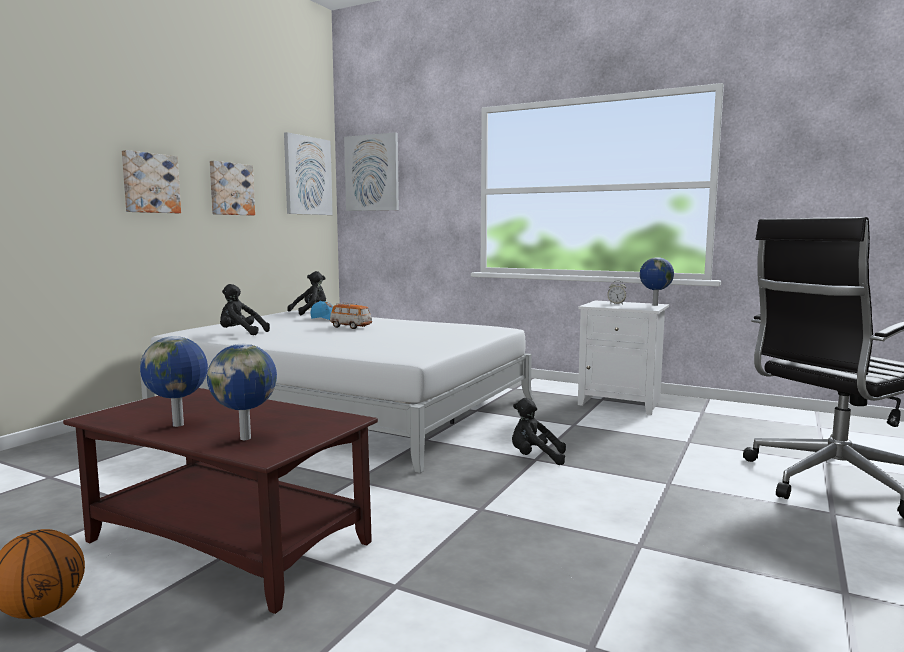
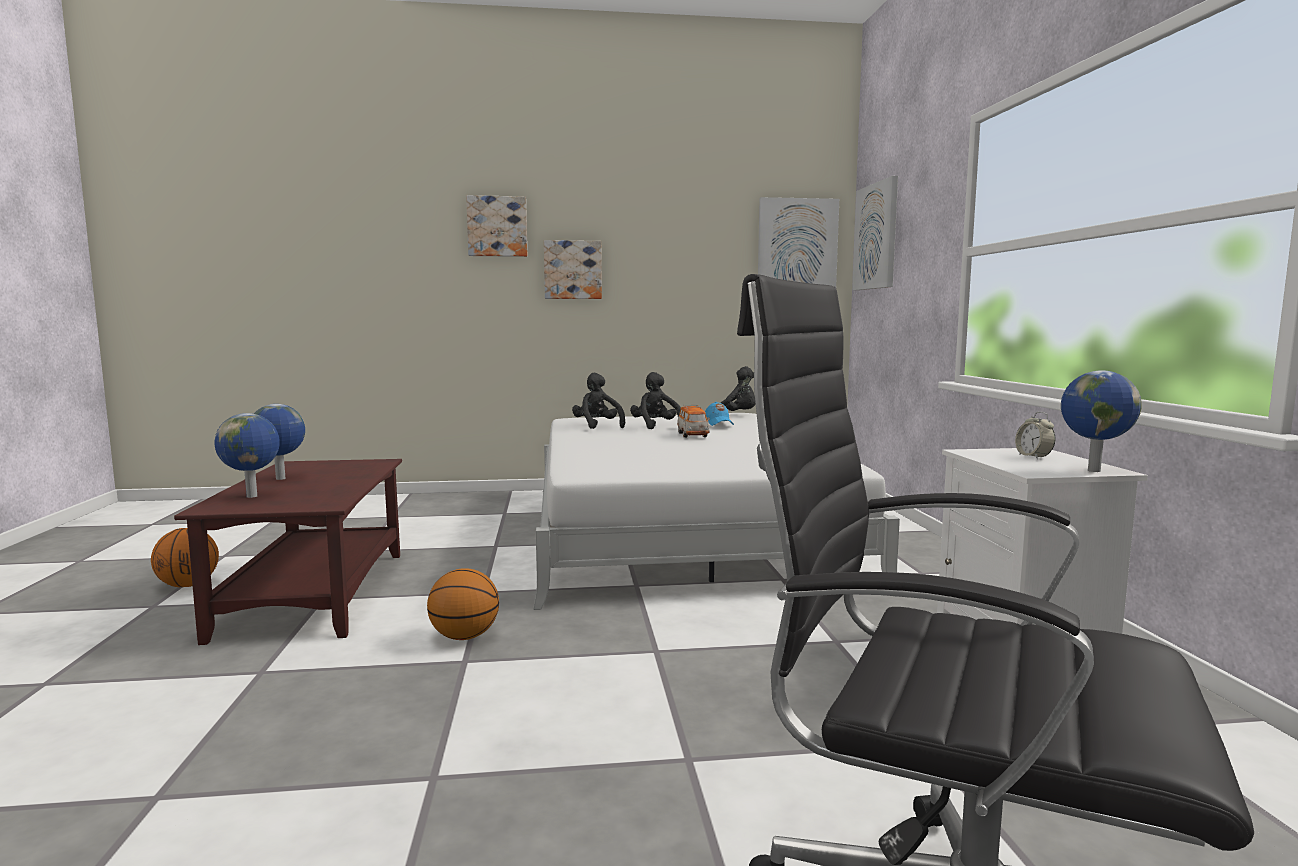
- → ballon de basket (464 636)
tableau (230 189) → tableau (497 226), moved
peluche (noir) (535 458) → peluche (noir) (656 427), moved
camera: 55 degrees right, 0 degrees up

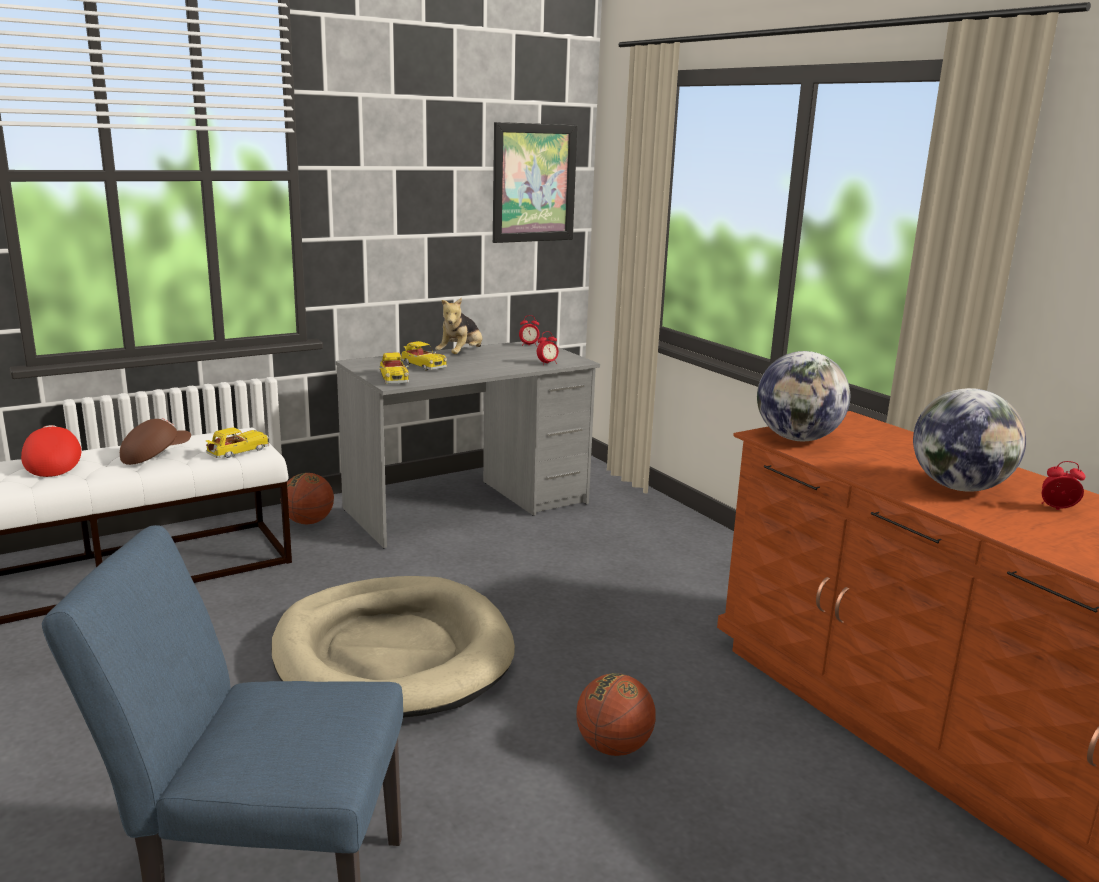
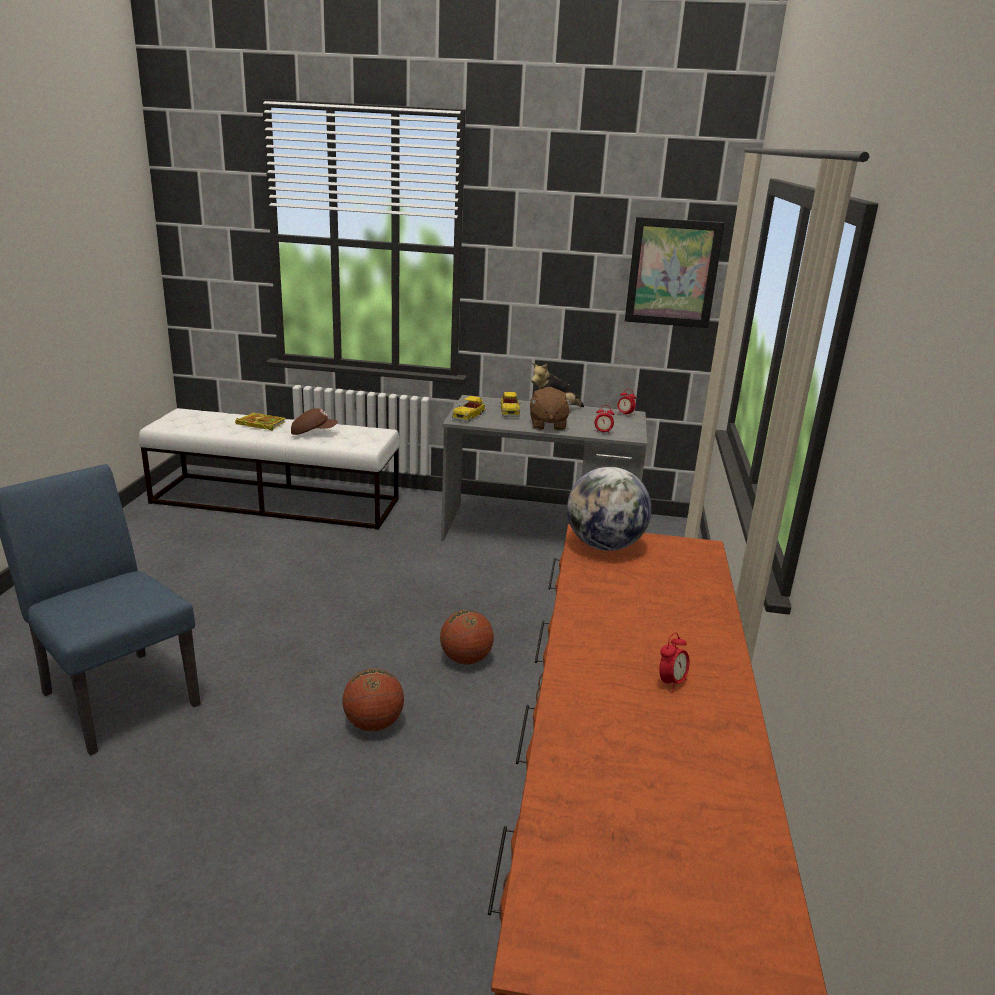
petite voiture (237 451) → -
panier pour chien (beige) (392 654) → -
globe (959 487) → -
- → peluche (marron) (547 425)
ballon de basket (308 522) → ballon de basket (466 659), moved
casquette (rouge) (53 465) → livre (260 424)
réveil (1057 509) → réveil (671 682), 75 degrees clockwise
camera: 40 degrees right, 5 degrees up

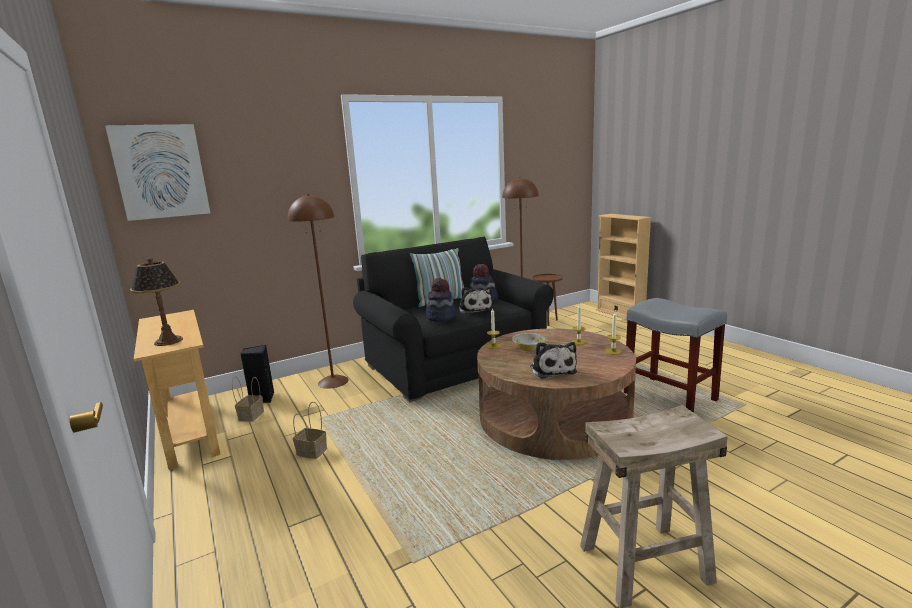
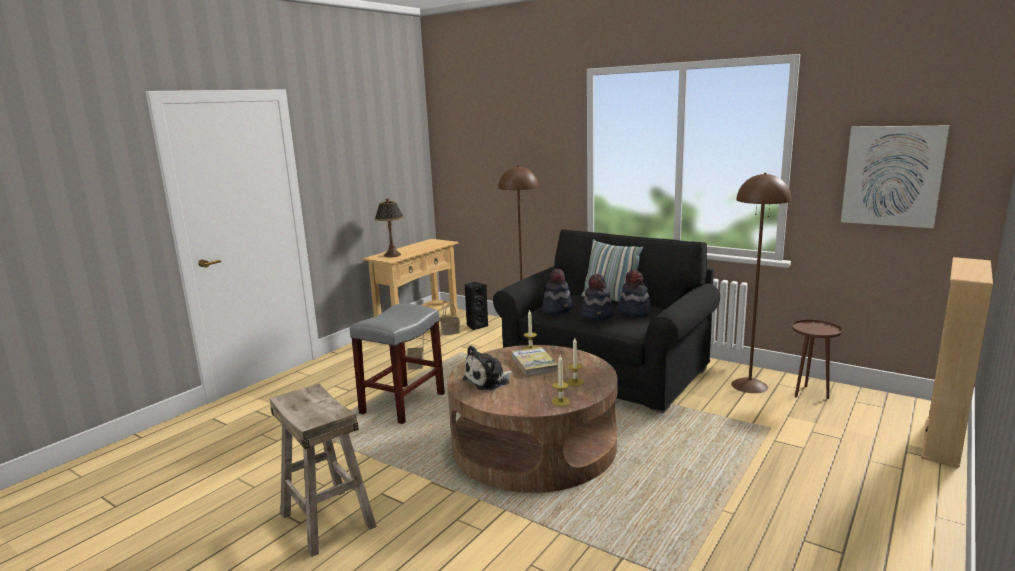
tableau (160 172) → tableau (892 176), moved
tabouret (gris) (670 397) → tabouret (gris) (403 404), moved
peluche (475 309) → chapeau (597 316)
bol (529 349) → livre (534 364)
camera: 65 degrees right, 0 degrees up

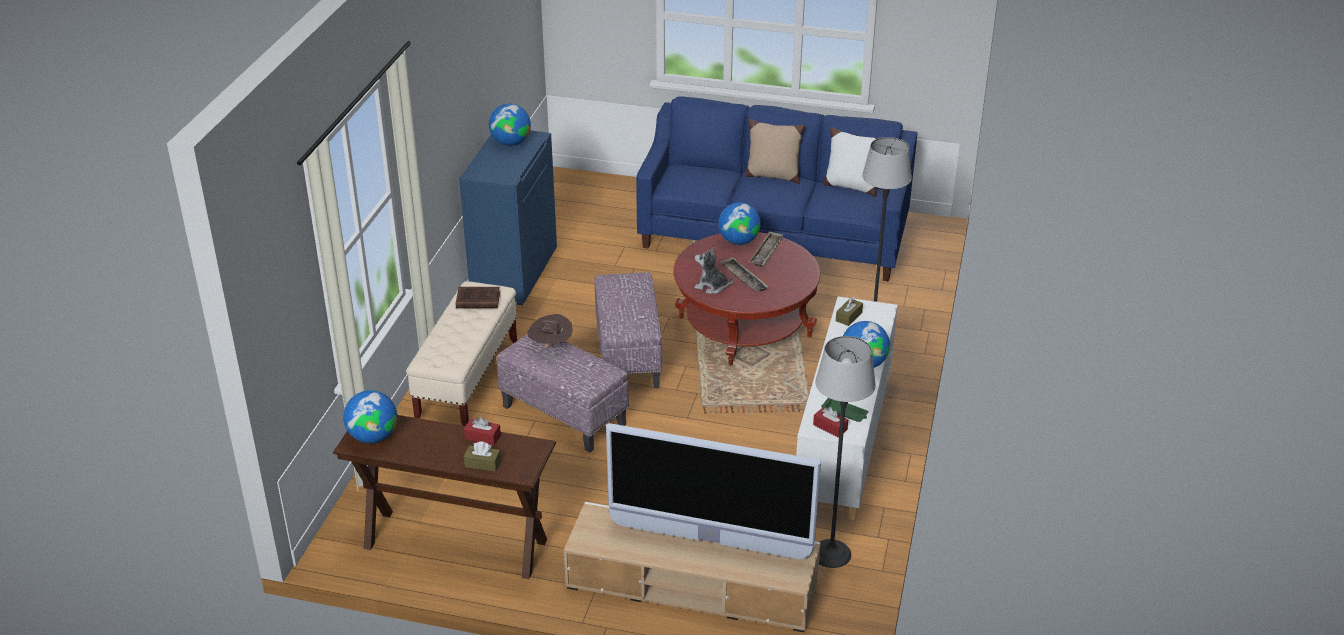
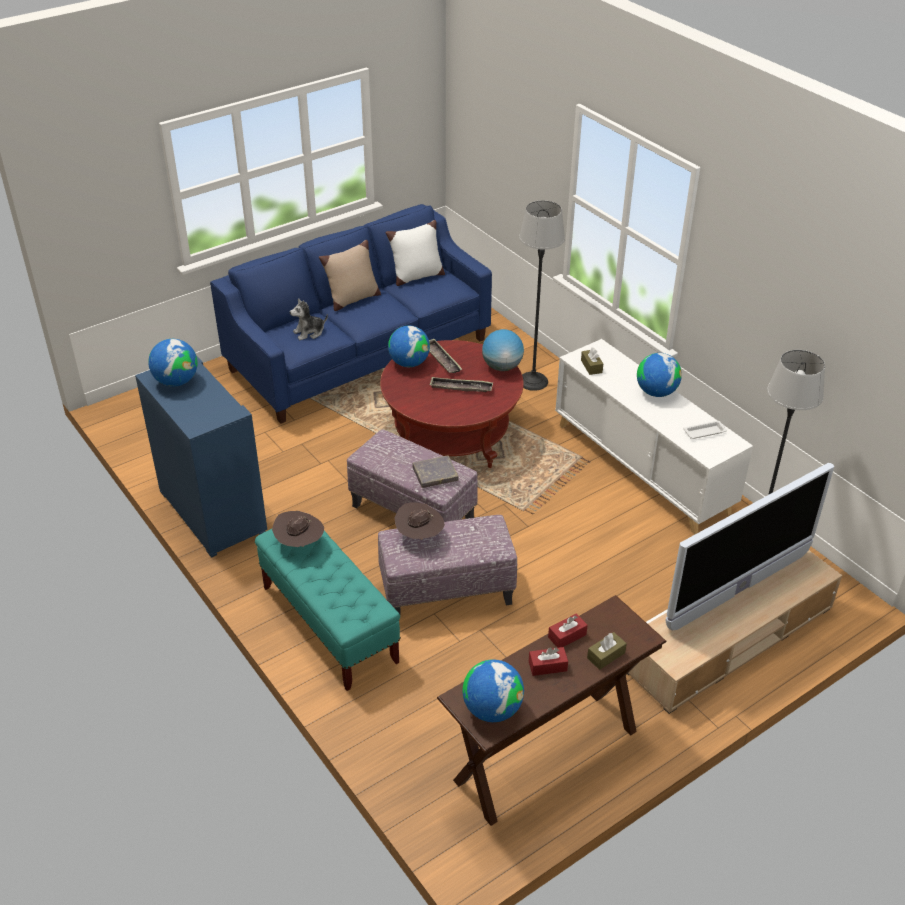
- → livre (gris) (435 474)
- → globe (502 367)
peluche (711 287) → peluche (309 332), moved
boîte à mouchoirs (rouge) (830 427) → boîte à mouchoirs (rouge) (547 666), moved
livre (marron) (476 300) → chapeau (marron) (299 543)
banc (beige) (467 380) → banc (turquoise) (329 624)
plateau (vert) (845 412) → plateau (blanc) (705 432)
camera: 50 degrees left, 5 degrees up

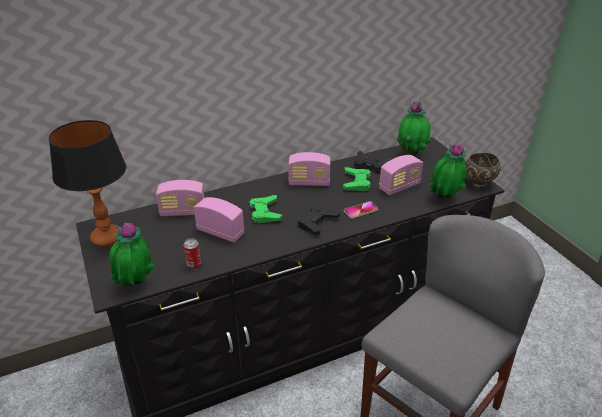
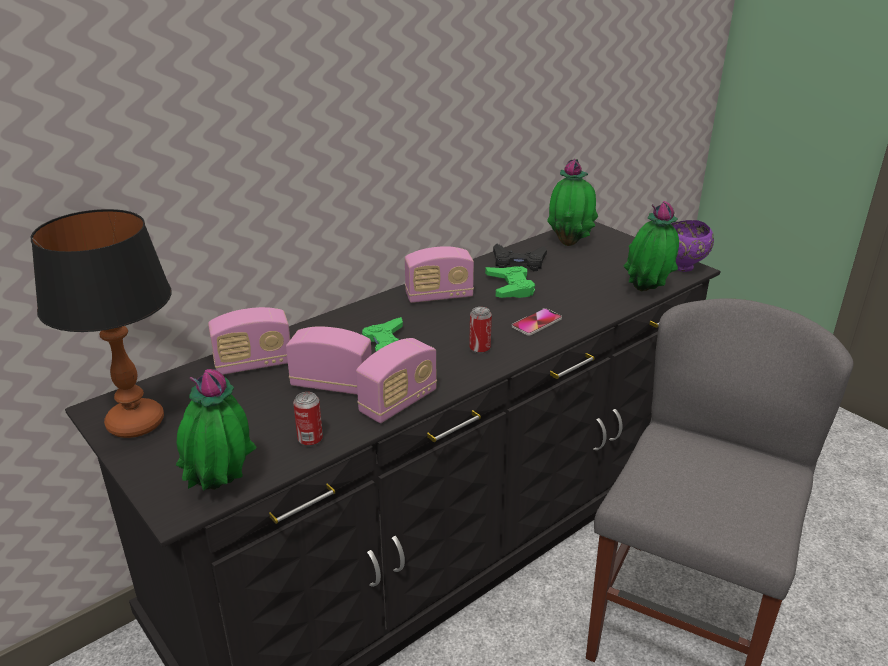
radio (399 187) → radio (398 403), moved
manette (noir) (317 223) → boîte métallique (479 349)
bol (marron) (478 184) → bol (violet) (682 268)
camera: 15 degrees left, 5 degrees down

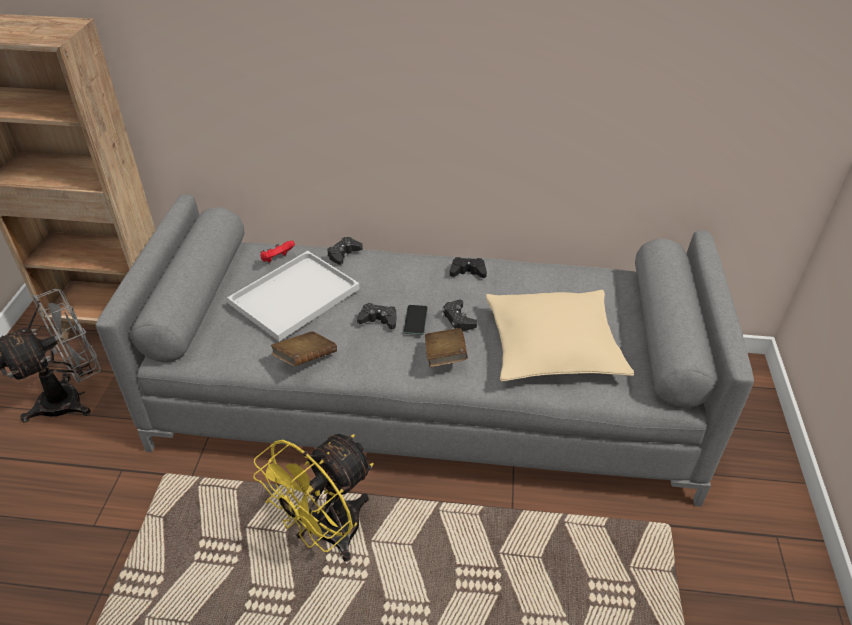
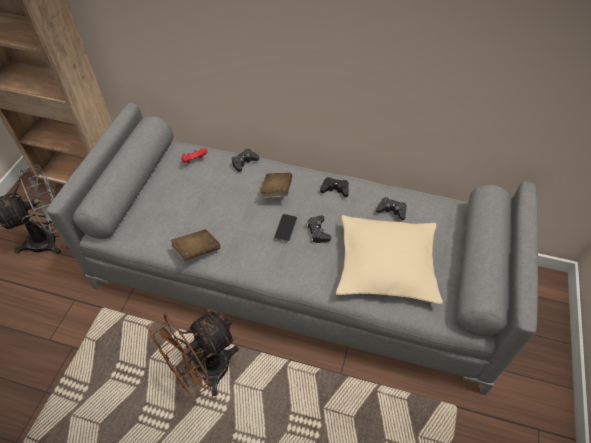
plateau (blanc) (293 298) → -
manette (noir) (378 320) → manette (noir) (391 211), moved
livre (marron) (445 357) → livre (marron) (276 191), moved
ventilateur (jaune) (327 534) → ventilateur (marron) (204 372)
camera: 10 degrees right, 10 degrees up

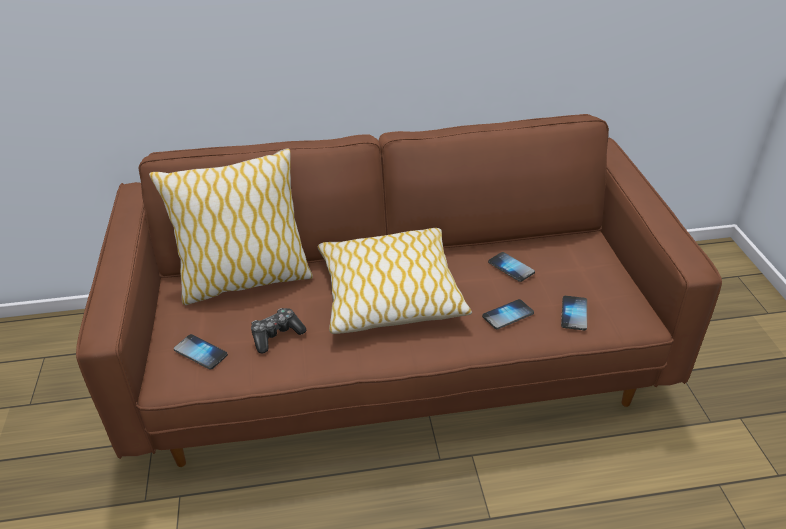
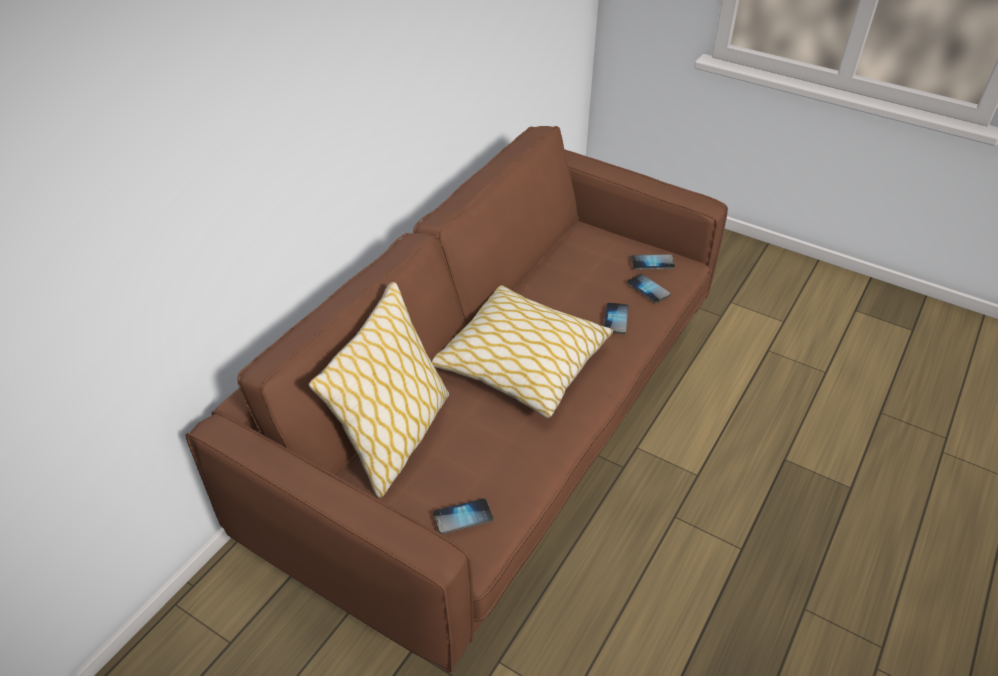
manette (276 335) → -
téléphone (511 268) → téléphone (652 263), moved
camera: 50 degrees left, 5 degrees up

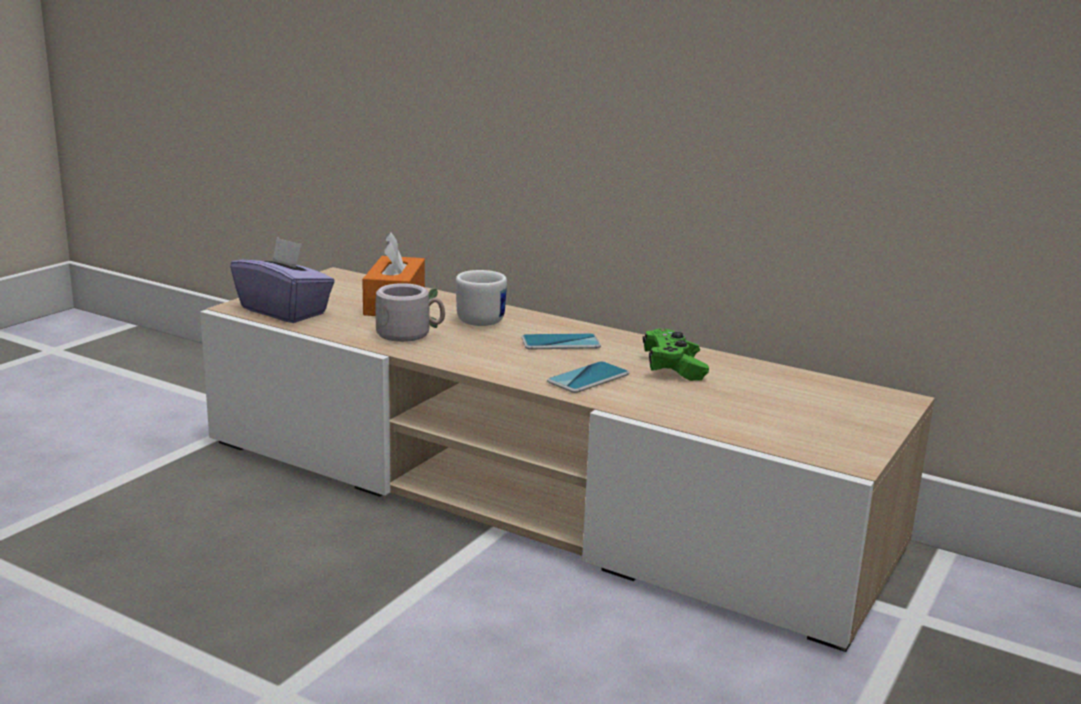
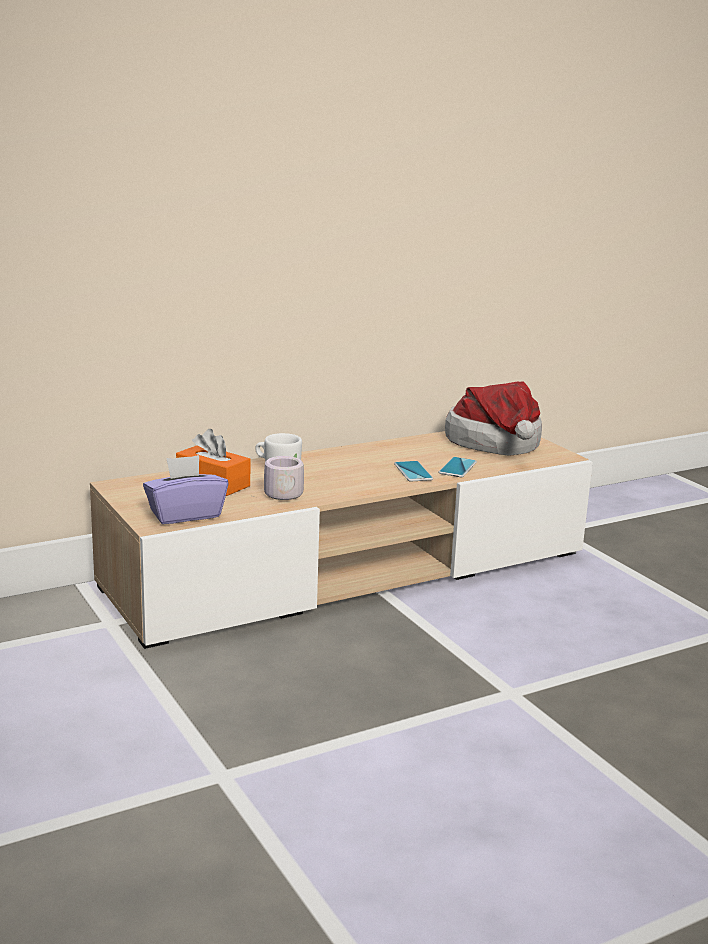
manette (vert) (673 368) → -
- → chapeau (496 445)
téléphone (560 343) → téléphone (457 468), moved
camera: 60 degrees left, 0 degrees up

